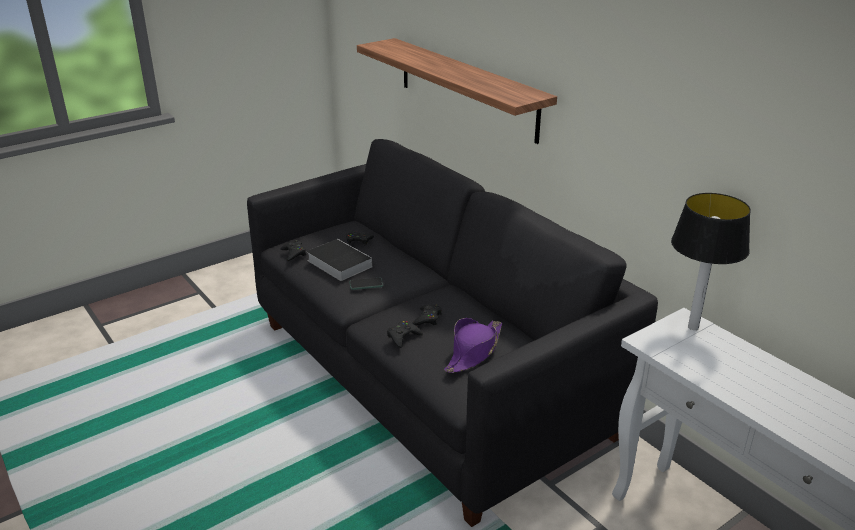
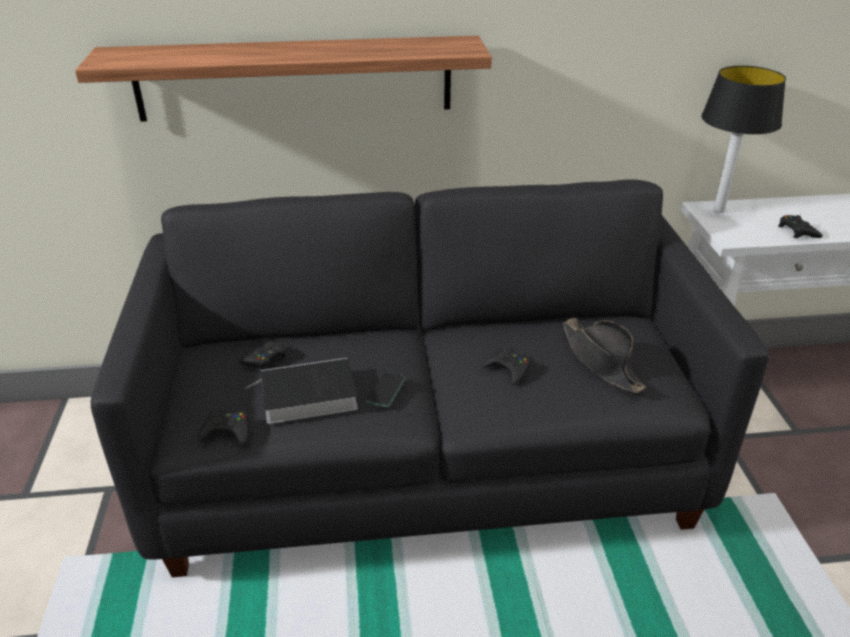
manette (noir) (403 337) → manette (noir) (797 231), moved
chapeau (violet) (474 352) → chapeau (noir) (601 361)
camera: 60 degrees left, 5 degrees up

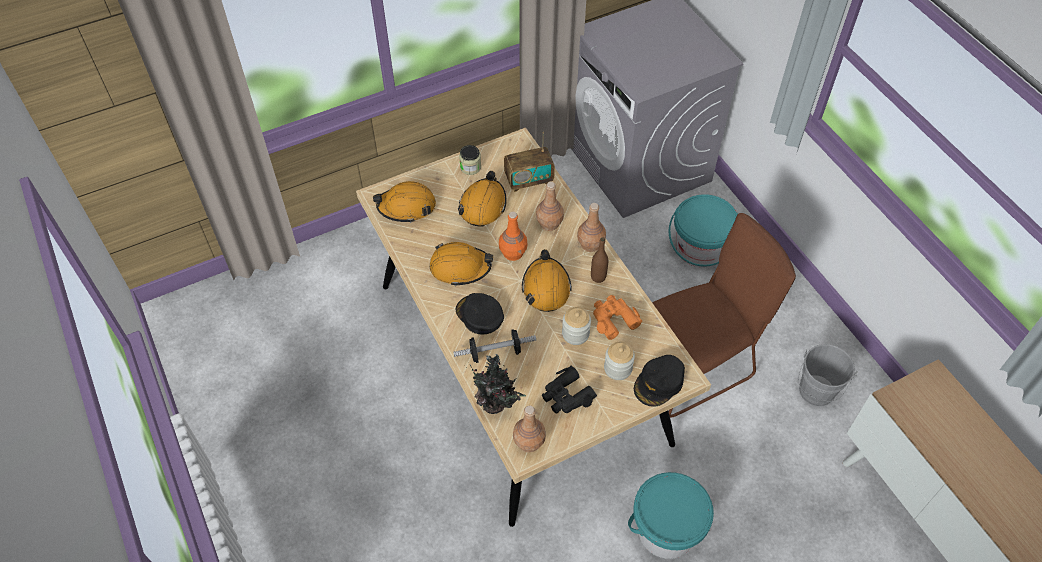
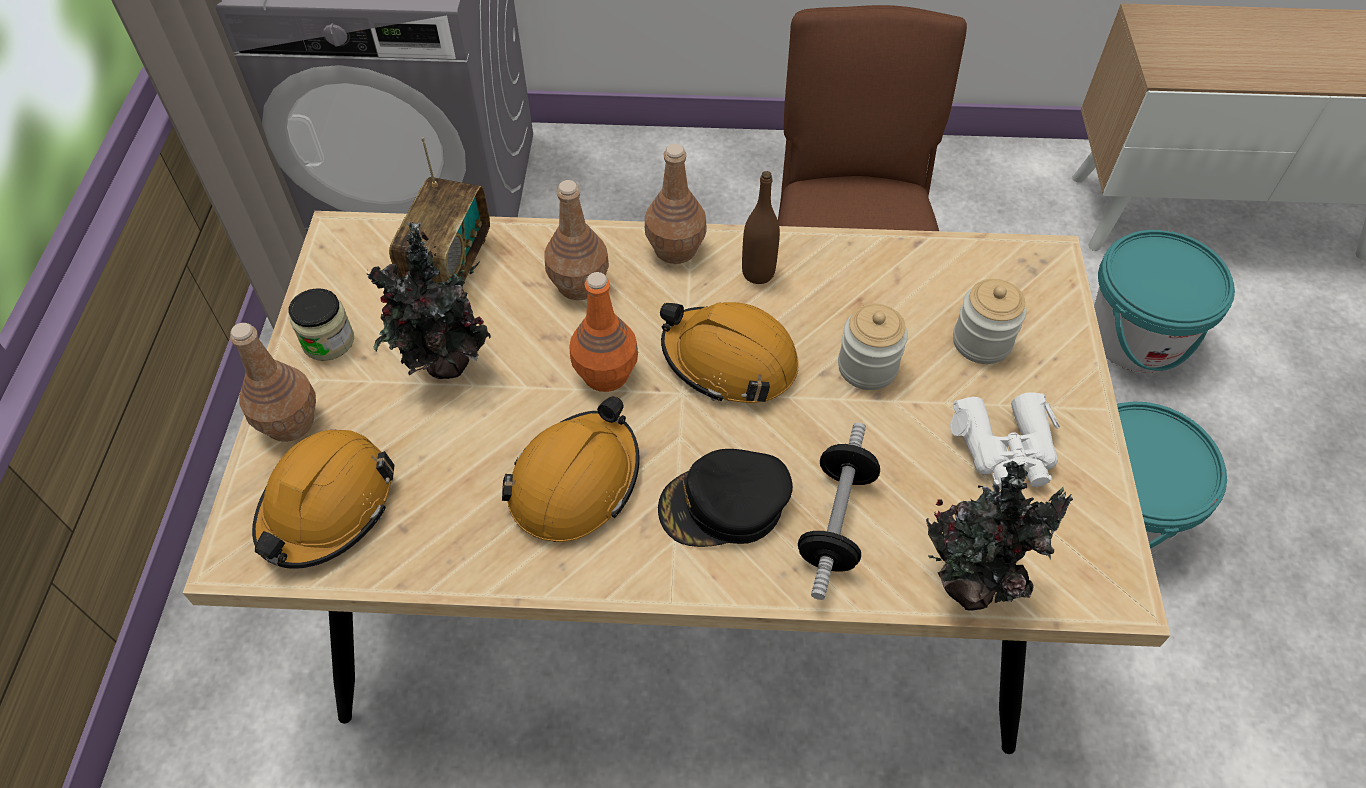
jumelles (orange) (613 319) → -
casquette (noir) (659 383) → -
seau (gris) (814 394) → -
bouteille (marron) (529 442) → bouteille (marron) (290 421), moved
seau (turquoise) (700 248) → seau (turquoise) (1135 337), moved
casque de chantier (orange) (483 205) → plante en pot (446 367)
jumelles (noir) (566 396) → jumelles (blanc) (1006 449)
camera: 60 degrees left, 0 degrees up

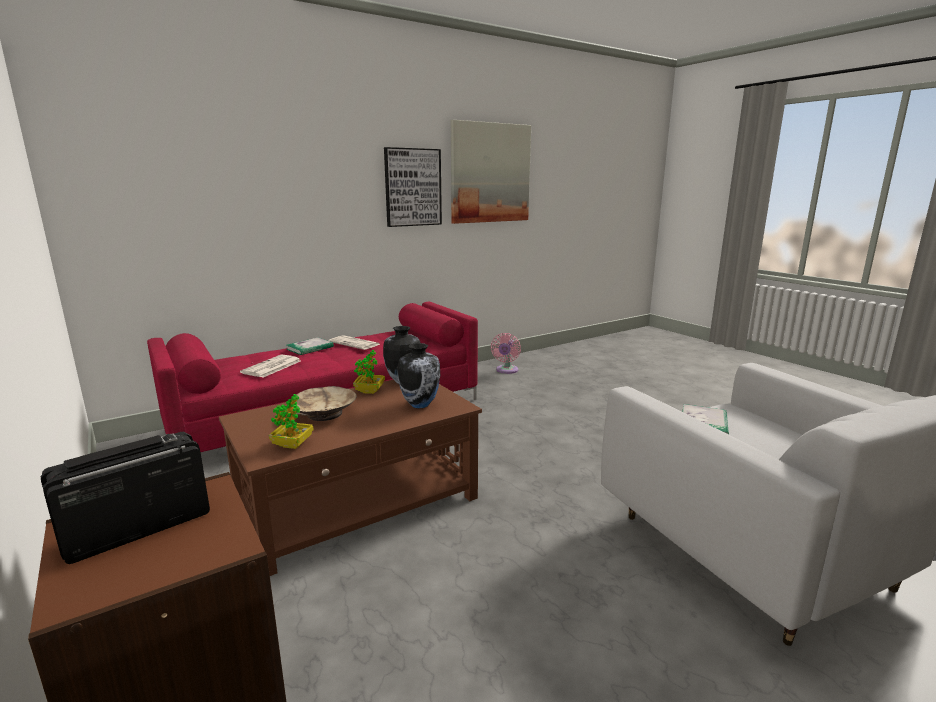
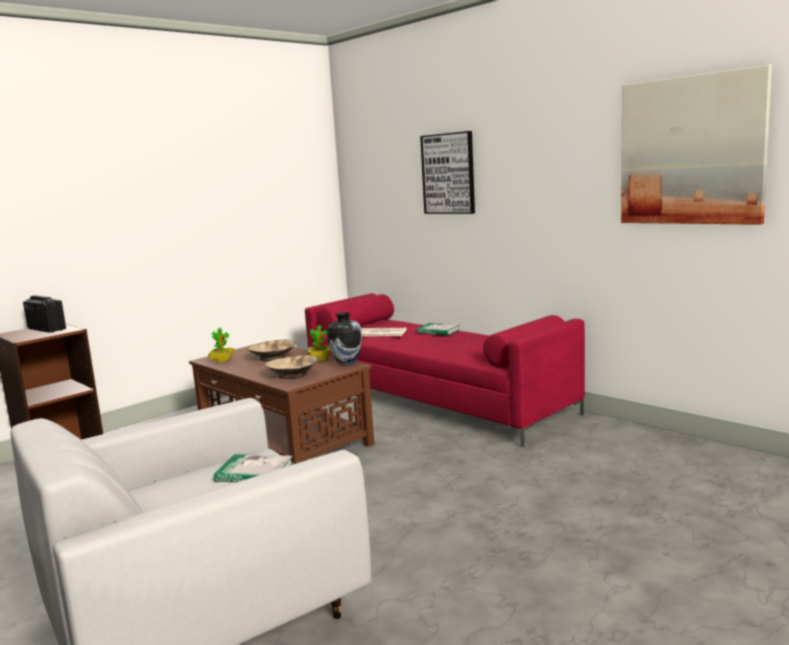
journal (355 343) → -
ventilateur (rose) (506 370) → -
tableau (412 187) → tableau (448 173), moved
vase (420 404) → bol (beige) (293 374)
camera: 80 degrees right, 5 degrees down

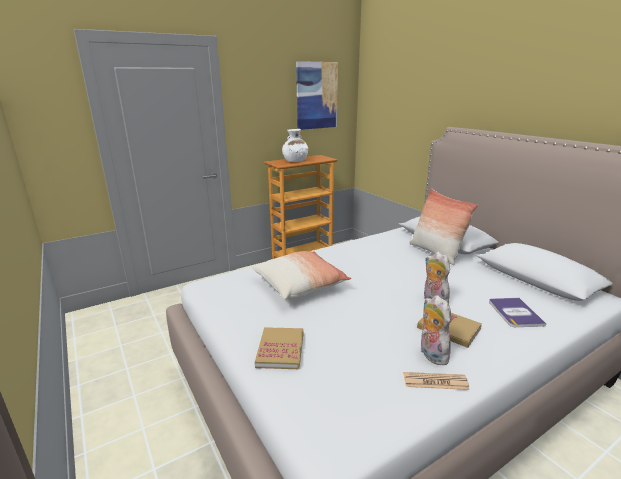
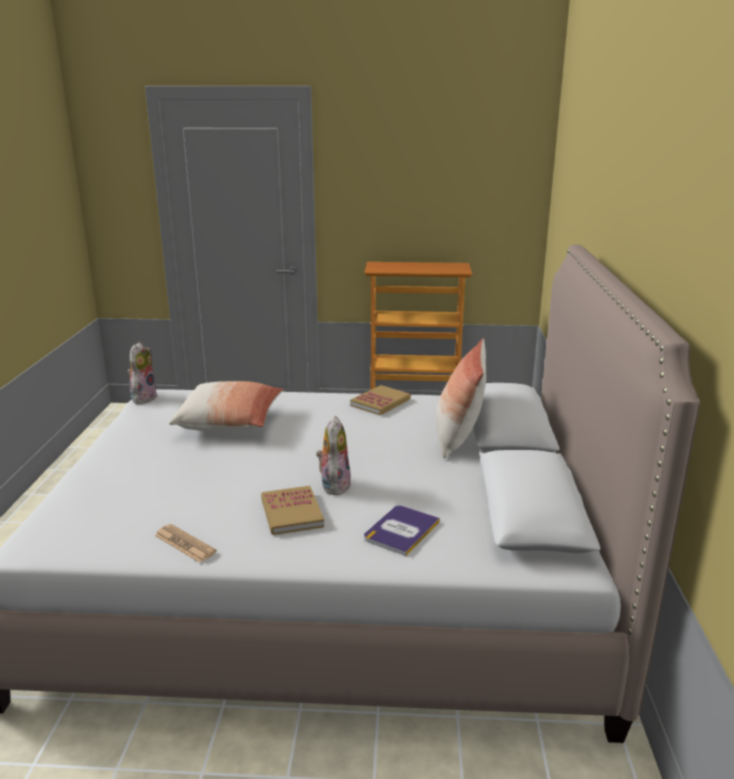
vase (blanc) (295 161) → -
tableau (316 96) → -
livre (280 350) → livre (380 402), moved
peluche (431 354) → peluche (143 397), moved
camera: 35 degrees right, 0 degrees up

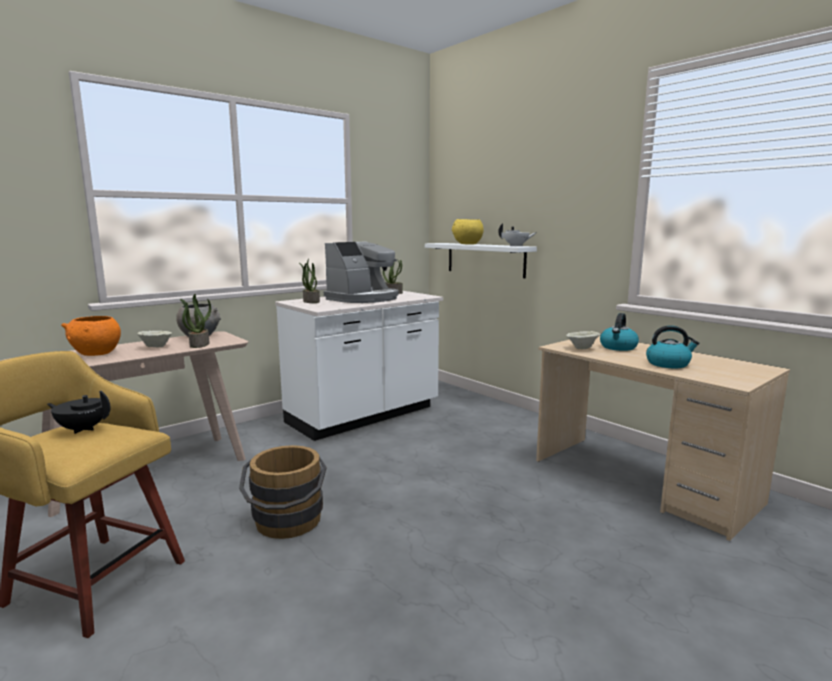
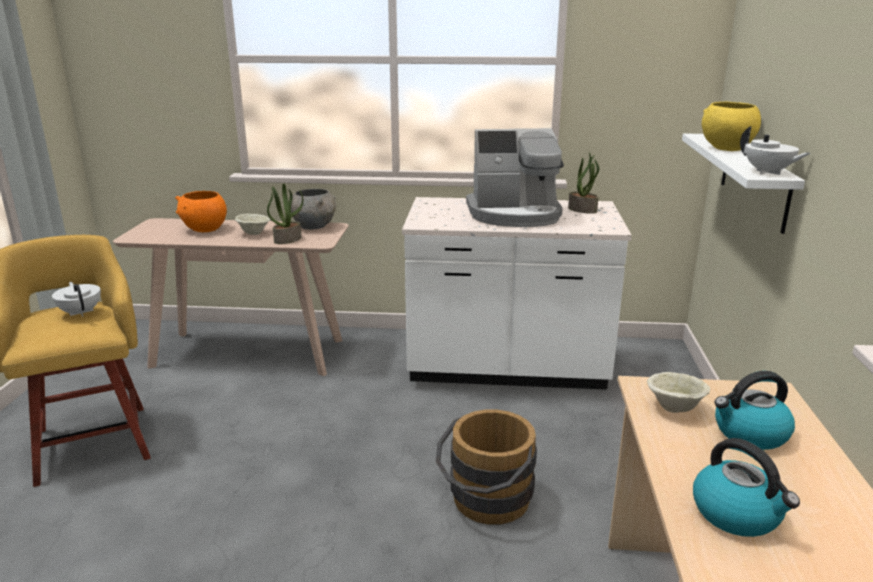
plante en pot (311 301) → -
seau (marron) (287 524) → seau (marron) (486 502), moved
théière (noir) (83 429) → théière (blanc) (81 312)
camera: 45 degrees right, 10 degrees up

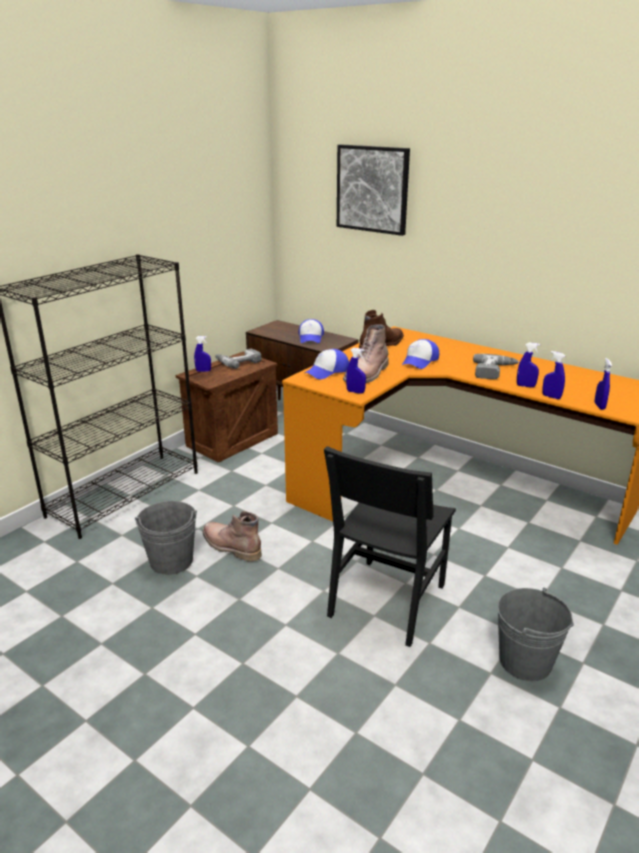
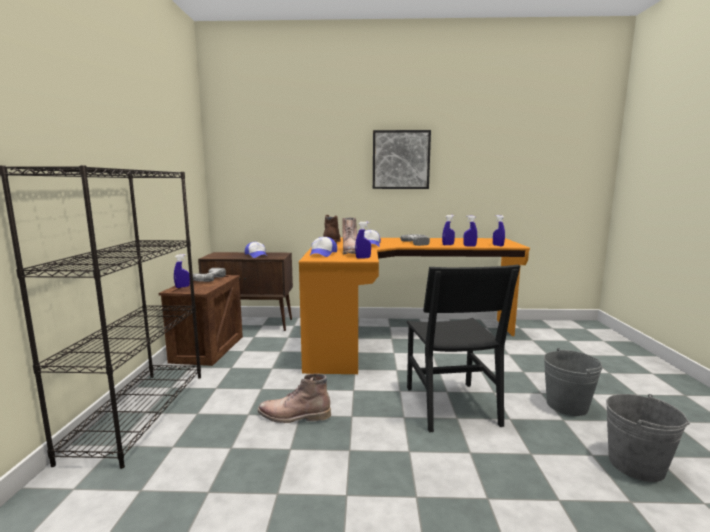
seau (gris) (171 561) → seau (gris) (636 465), moved
tableau (372 189) → tableau (401 160), moved
camera: 35 degrees left, 15 degrees down

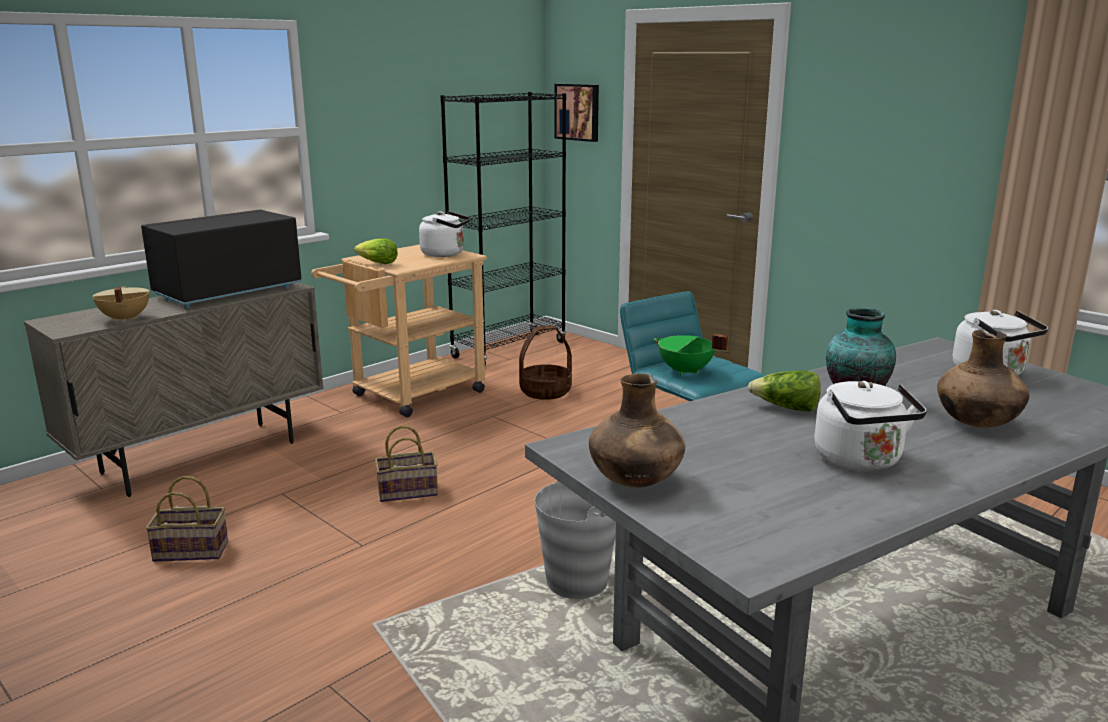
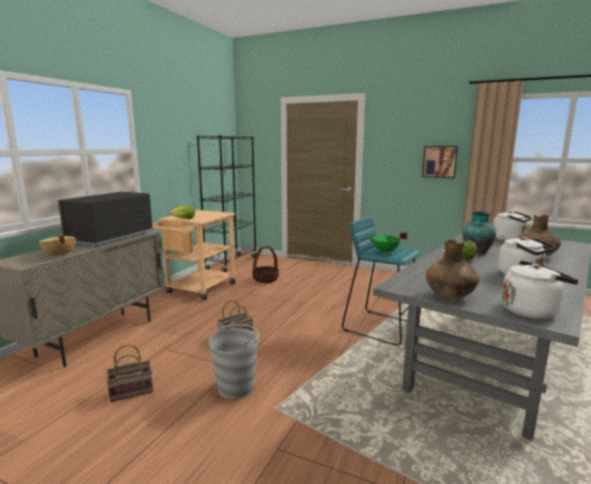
bouilloire (blanc) (445 254) → bouilloire (blanc) (531 311), moved
seau (gris) (578 583) → seau (gris) (236 388), moved
tableau (578 112) → tableau (439 161), moved
camera: 20 degrees left, 5 degrees down

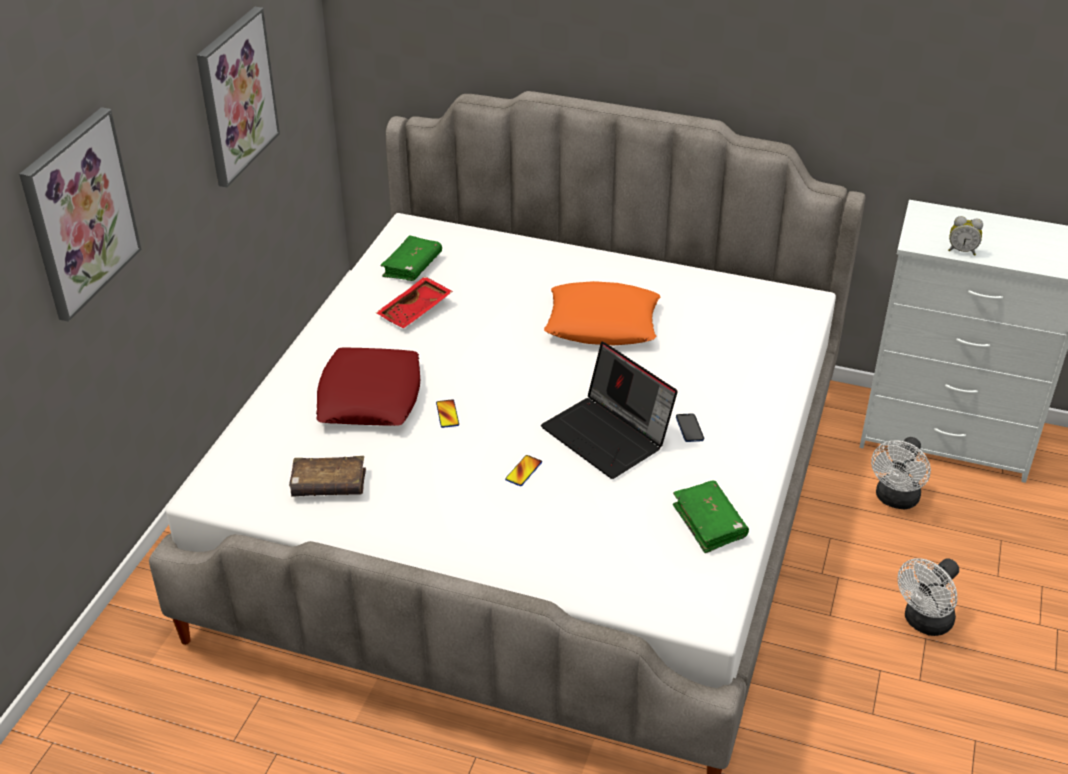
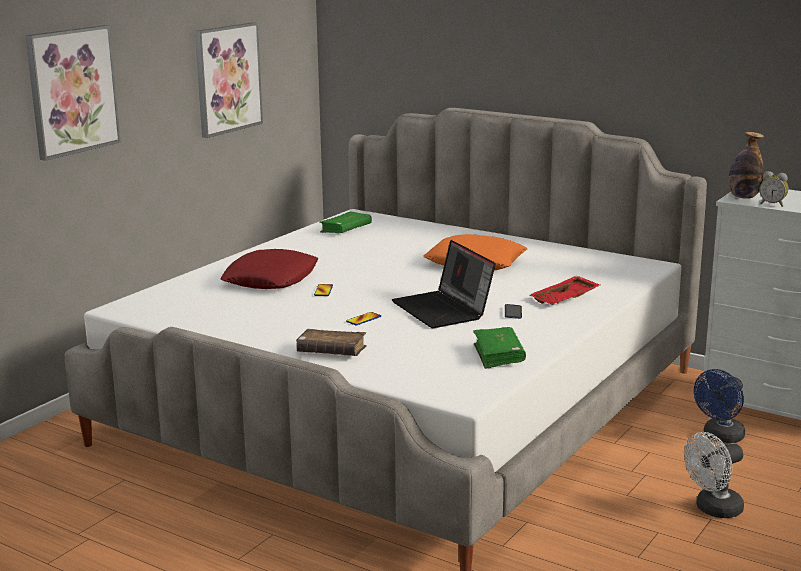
- → bouteille (743 197)
livre (marron) (328 485) → livre (marron) (331 352), moved
plateau (rouge) (416 311) → plateau (rouge) (565 299), moved
ventilateur (blanc) (895 500) → ventilateur (bleu) (720 437)
camera: 15 degrees right, 20 degrees down

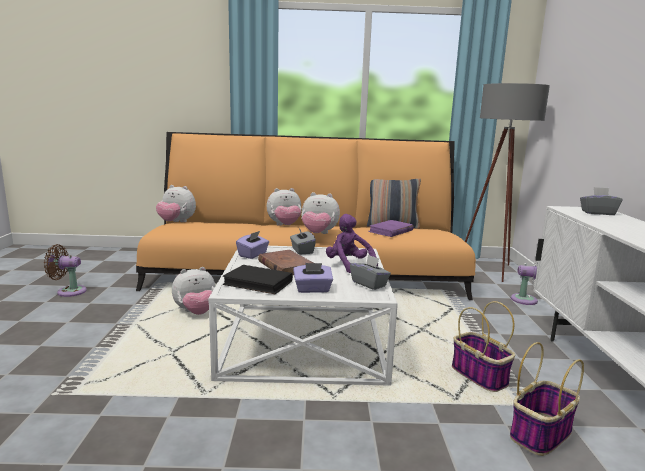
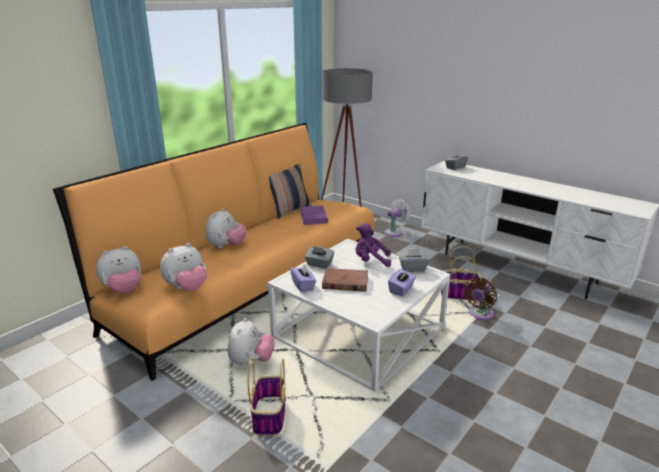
livre (noir) (258 283) → -
ventilateur (marron) (68 291) → ventilateur (marron) (479 314), moved
peluche (318 234) → peluche (187 288), moved
panier (540 433) → panier (269 416), moved
camera: 50 degrees left, 10 degrees up

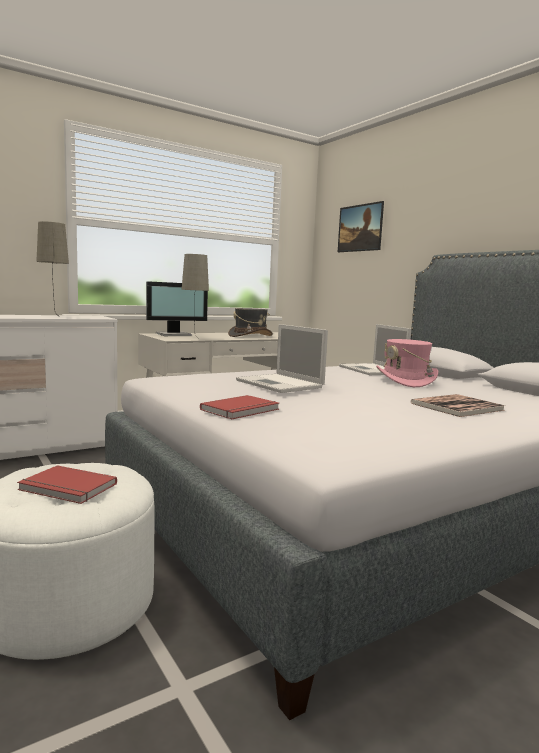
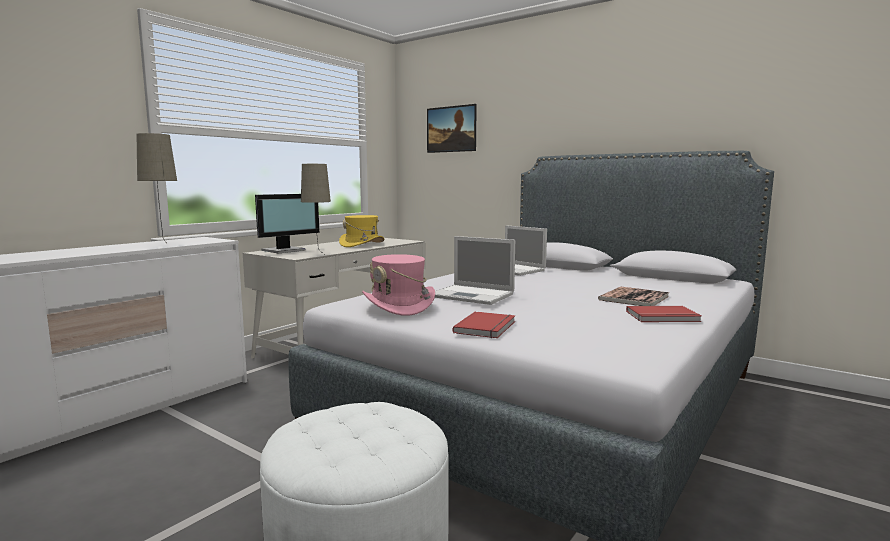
livre (rouge) (66 488) → livre (rouge) (663 317), moved
chapeau (rose) (406 381) → chapeau (rose) (399 306), moved
chapeau (gris) (250 336) → chapeau (jaune) (362 244)
camera: 20 degrees left, 0 degrees up

